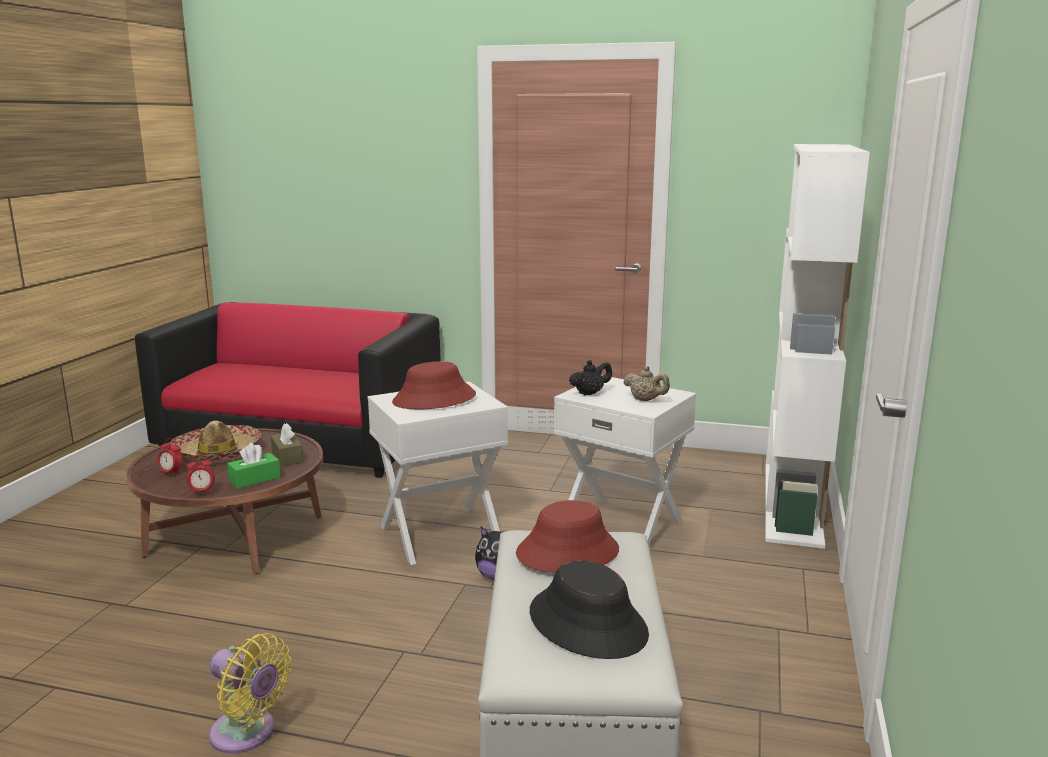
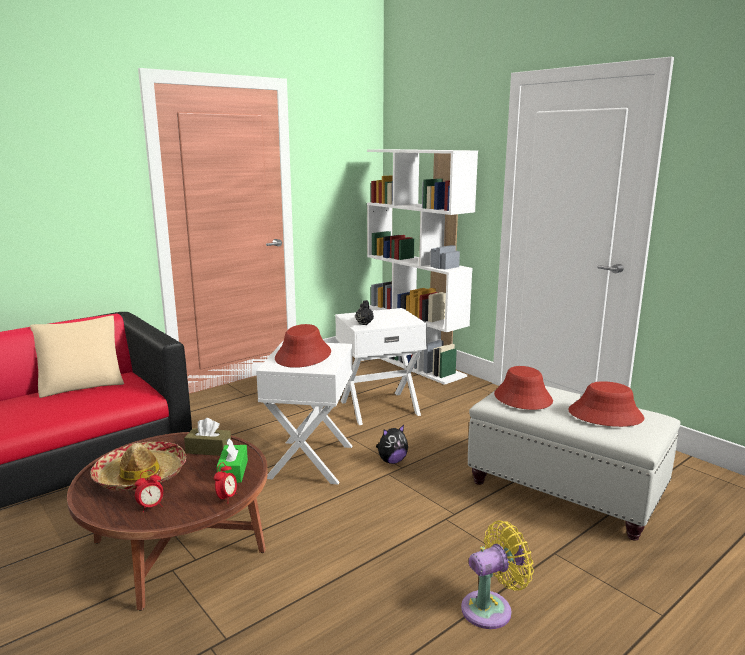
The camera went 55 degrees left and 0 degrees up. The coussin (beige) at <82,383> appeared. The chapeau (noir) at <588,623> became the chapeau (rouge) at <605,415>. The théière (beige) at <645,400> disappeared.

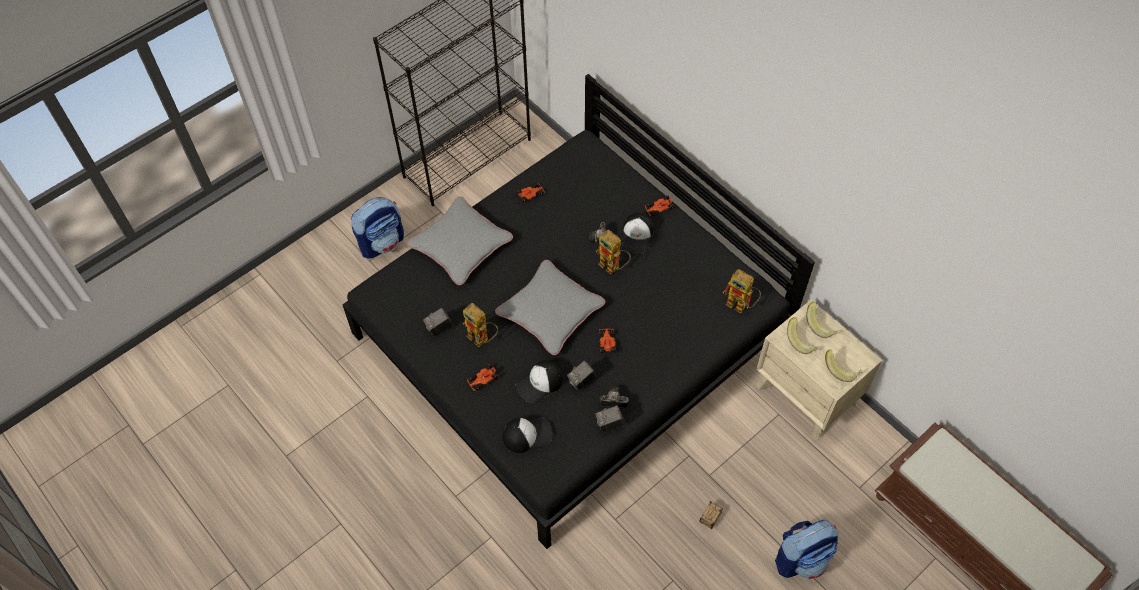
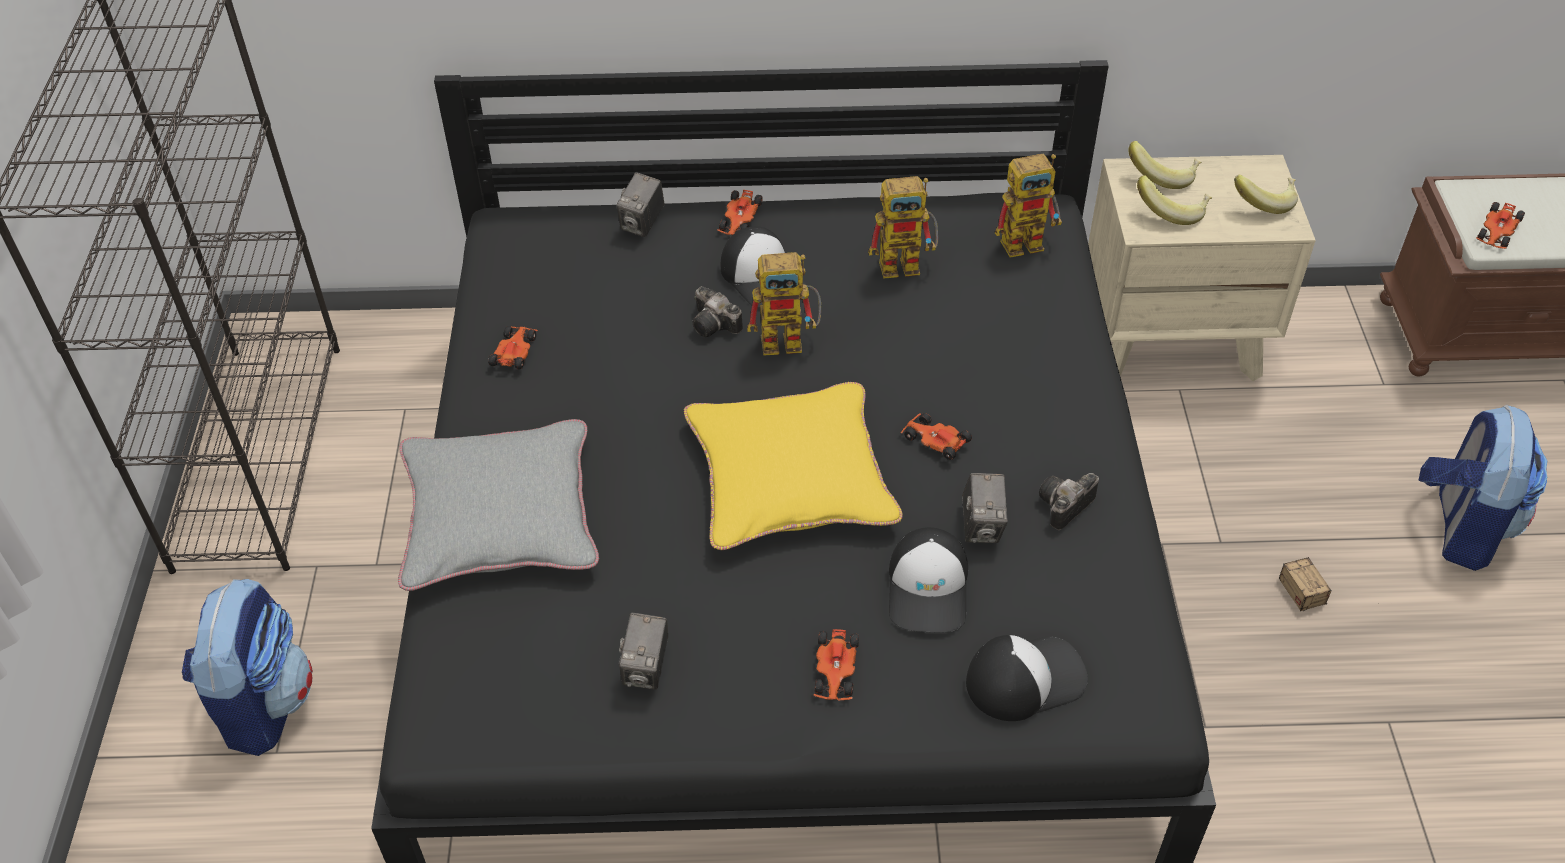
The camera went 50 degrees left and 10 degrees down. The appareil photo moved from <610,424> to <642,223>. The coussin (gris) at <550,311> became the coussin (jaune) at <790,477>. The robot jouet moved from <482,339> to <908,263>. The casquette at <527,434> turned 45 degrees clockwise. The petite voiture at <1497,232> appeared.

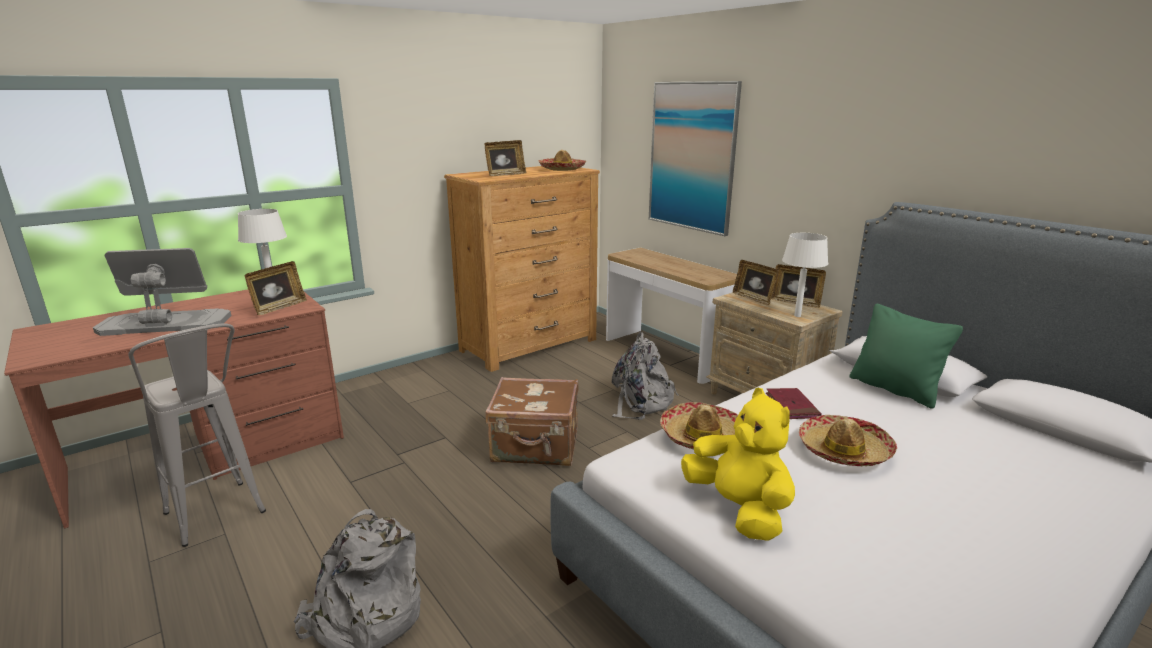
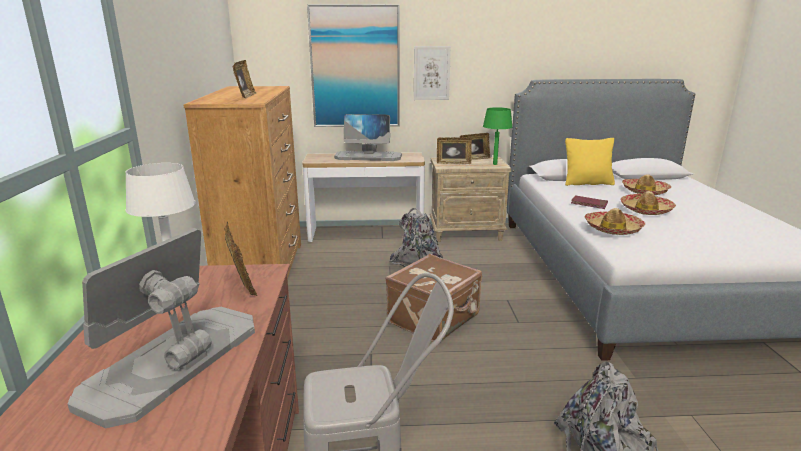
The camera went 55 degrees left and 0 degrees up. The écran d'ordinateur at <368,157> appeared. The tableau at <431,73> appeared. The lampe de table (blanc) at <797,315> became the lampe de table (vert) at <494,164>. The coussin (vert) at <895,389> became the coussin (jaune) at <587,183>. The chapeau moved from <562,169> to <645,191>. The peluche (jaune) at <738,509> disappeared.

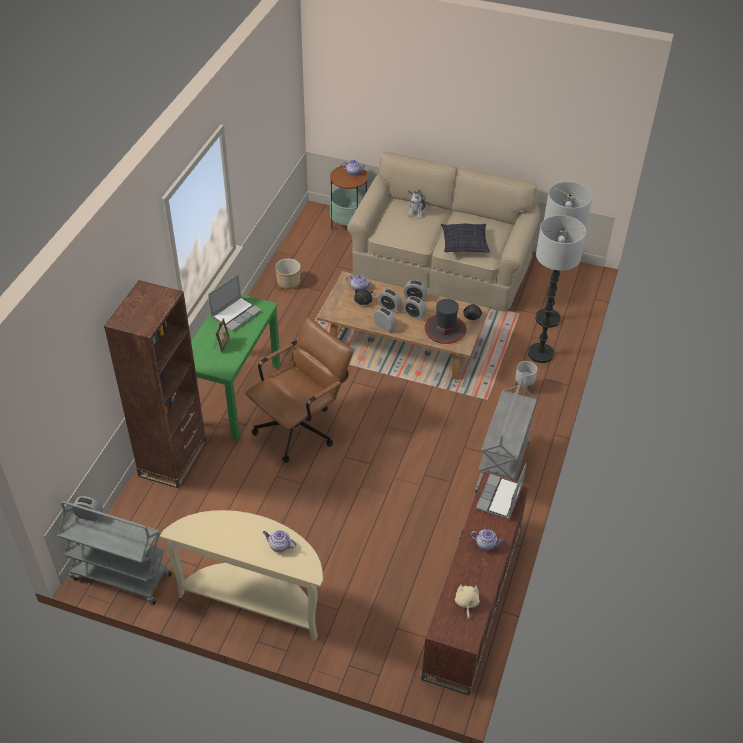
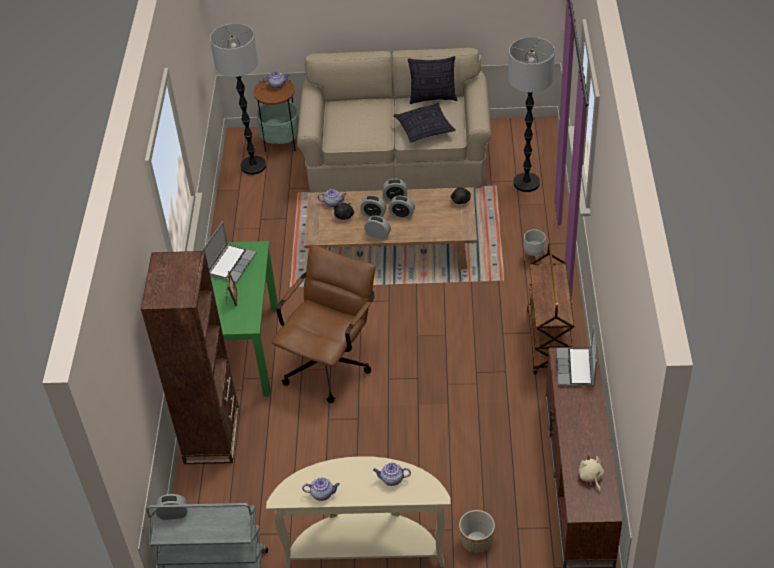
The camera went 15 degrees left and 0 degrees up. The lampadaire moved from <540,354> to <253,166>. The théière moved from <486,544> to <322,494>. The coussin at <433,98> appeared. The cache-pot moved from <288,282> to <476,541>. The chariot (gris) at <503,468> became the chariot (marron) at <549,342>. The peluche at <417,211> disappeared. The chapeau at <445,329> disappeared.

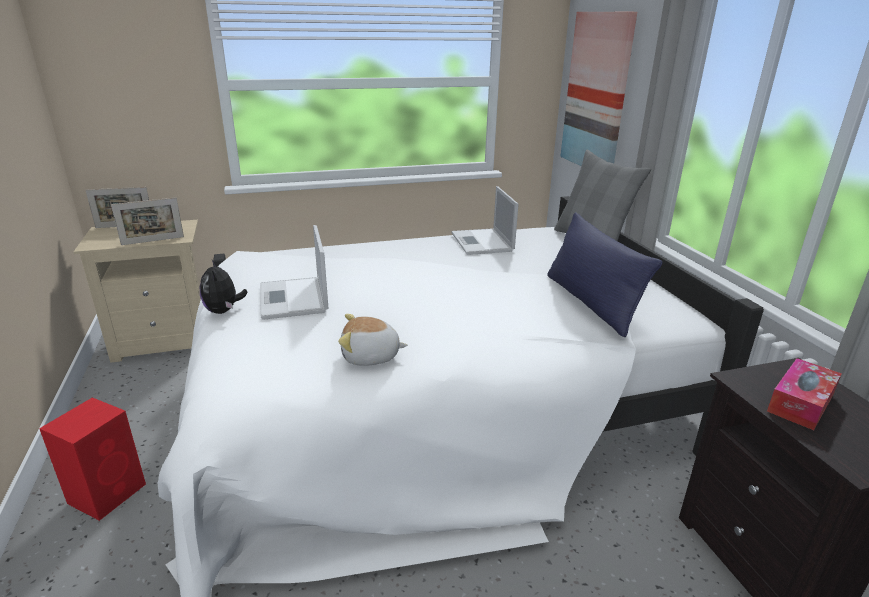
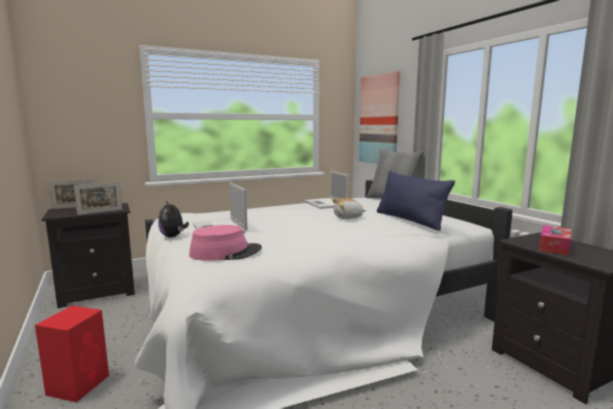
The camera went 10 degrees left and 15 degrees down. The table de chevet (beige) at <165,340> became the table de chevet (noir) at <98,292>. The chapeau (rose) at <225,252> appeared. The peluche moved from <370,357> to <348,217>.

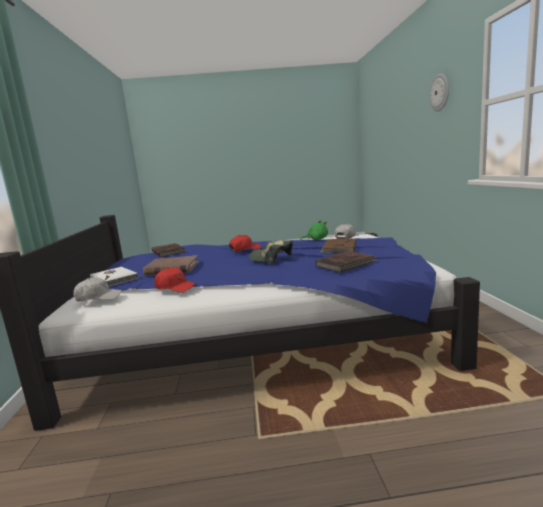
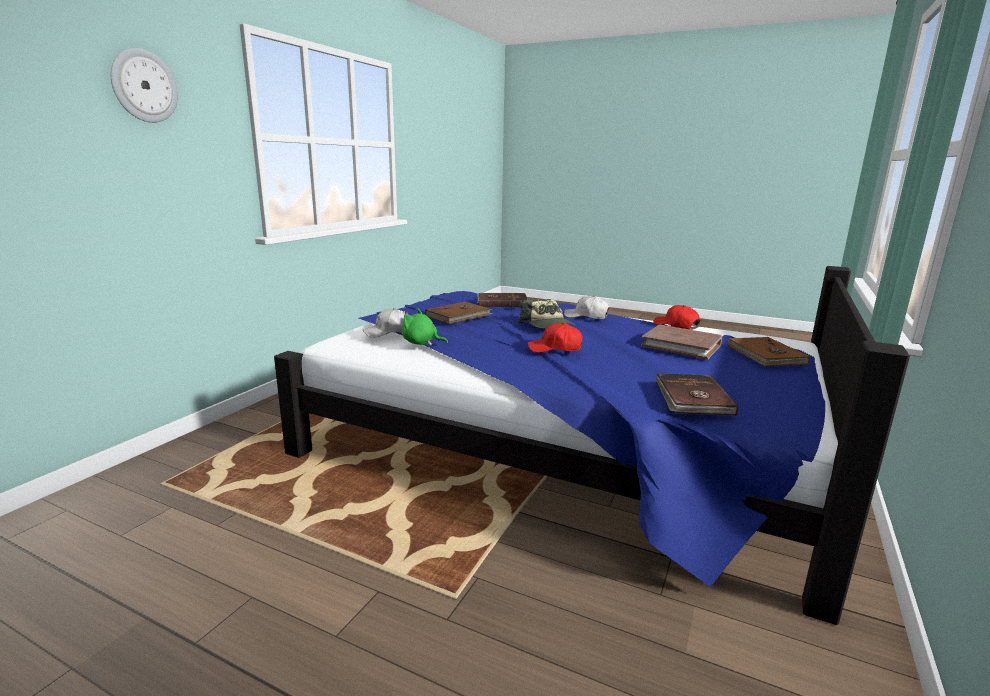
The camera went 150 degrees left and 5 degrees up. The casquette (blanc) moved from <98,297> to <586,316>. The livre (blanc) at <115,278> became the livre (marron) at <765,355>.

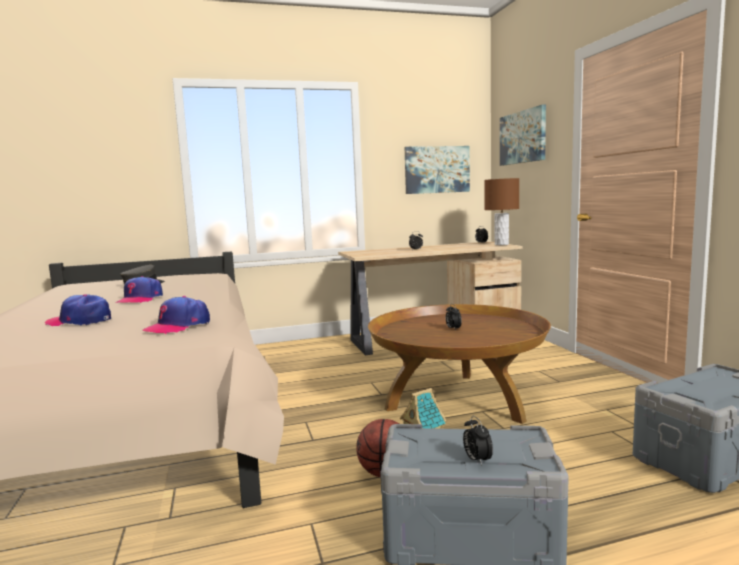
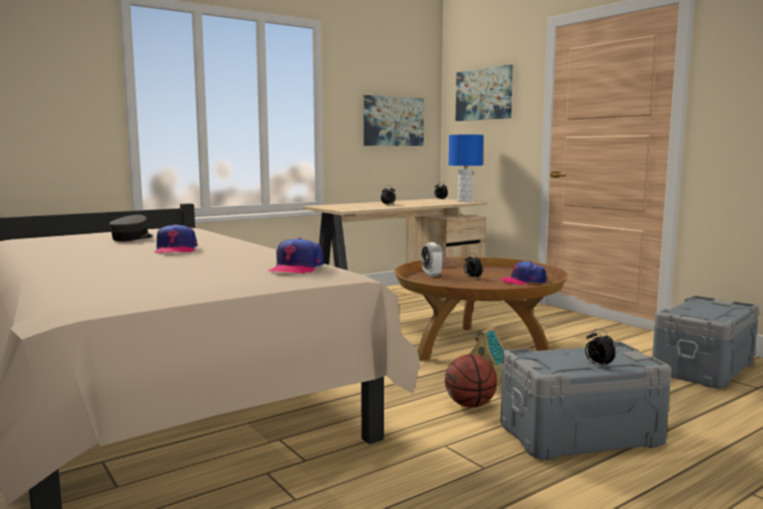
The camera went 20 degrees left and 0 degrees up. The réveil at <431,275> appeared. The lampe de table (marron) at <501,244> became the lampe de table (bleu) at <464,201>. The casquette moved from <80,321> to <523,281>.

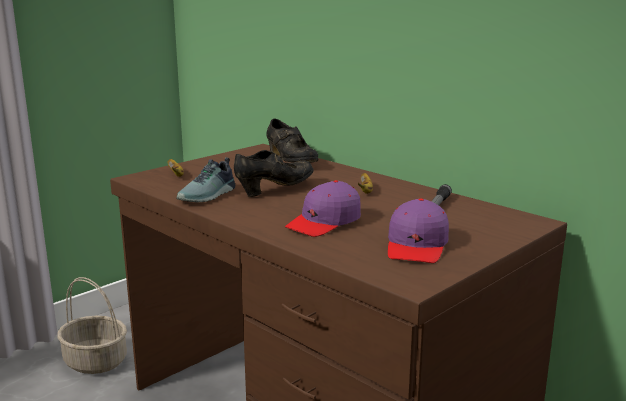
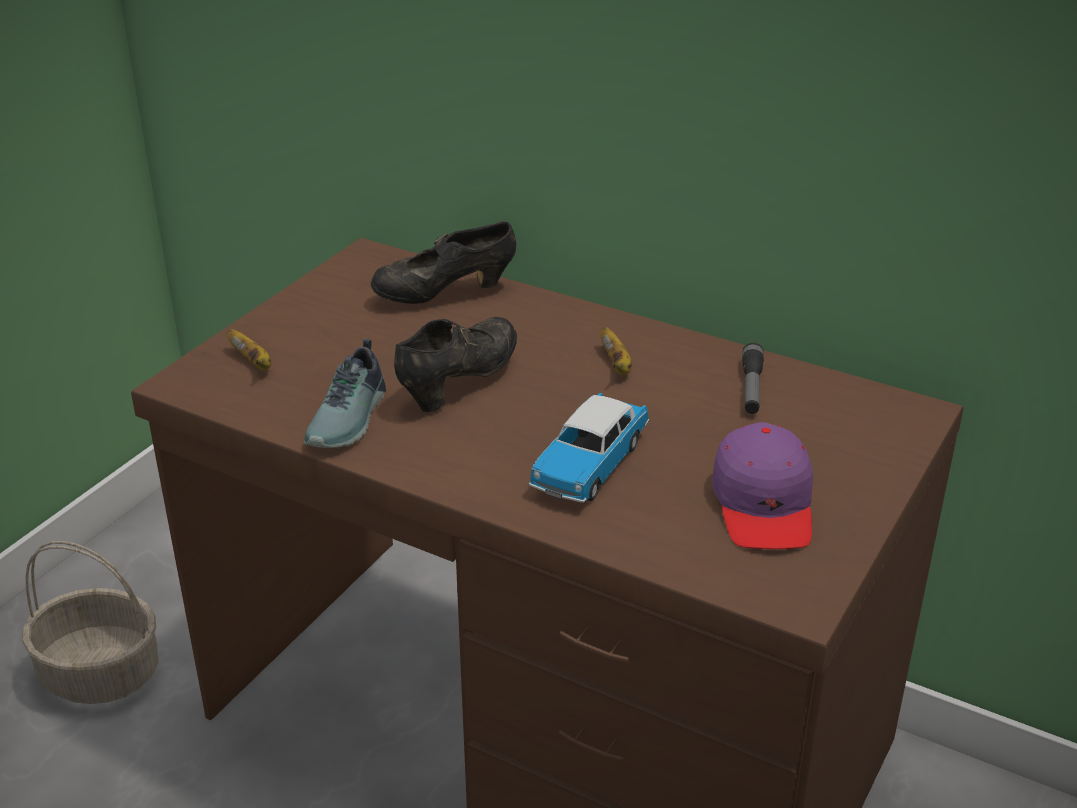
The camera went 15 degrees left and 15 degrees up. The chaussure (noir) at <291,162> turned 120 degrees clockwise. The casquette (violet) at <324,222> was replaced by the petite voiture at <589,465>.

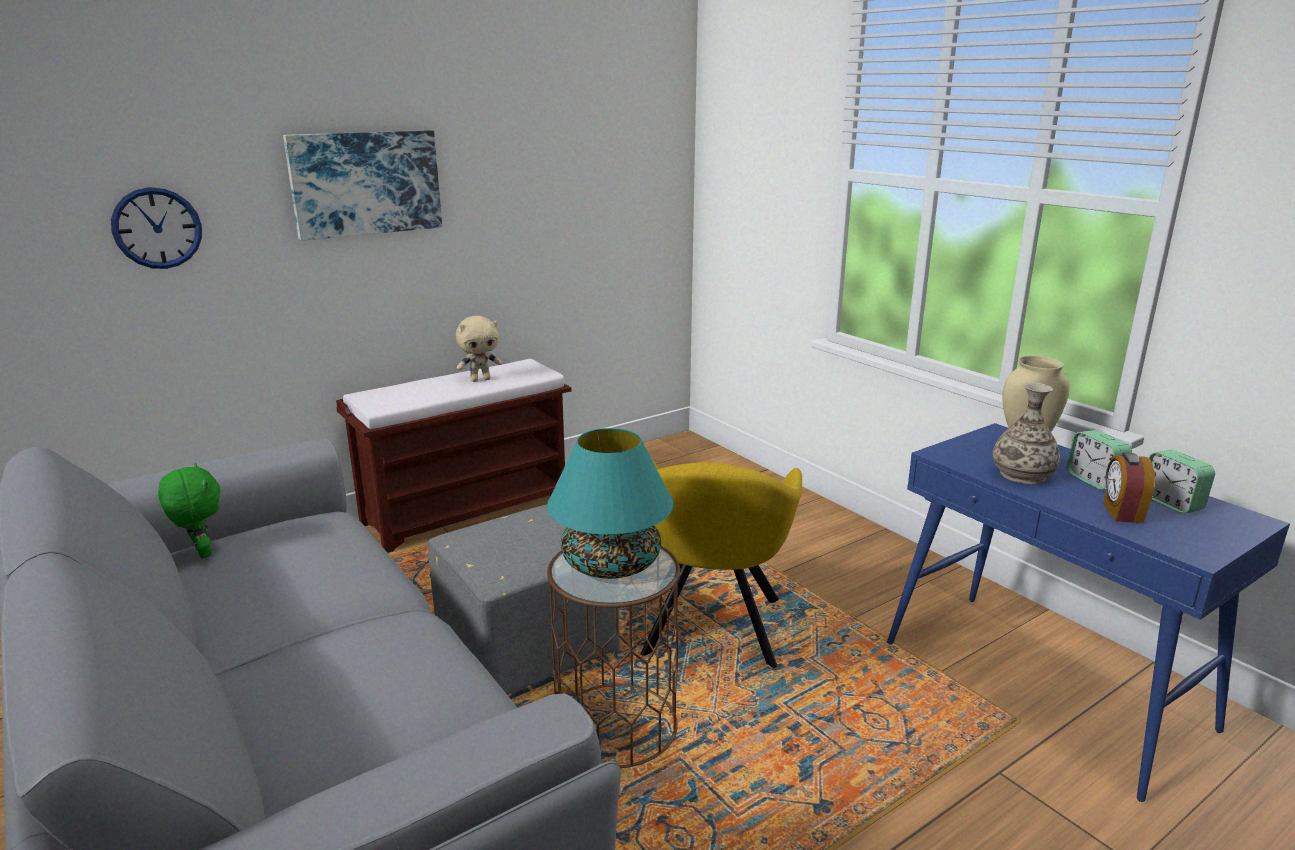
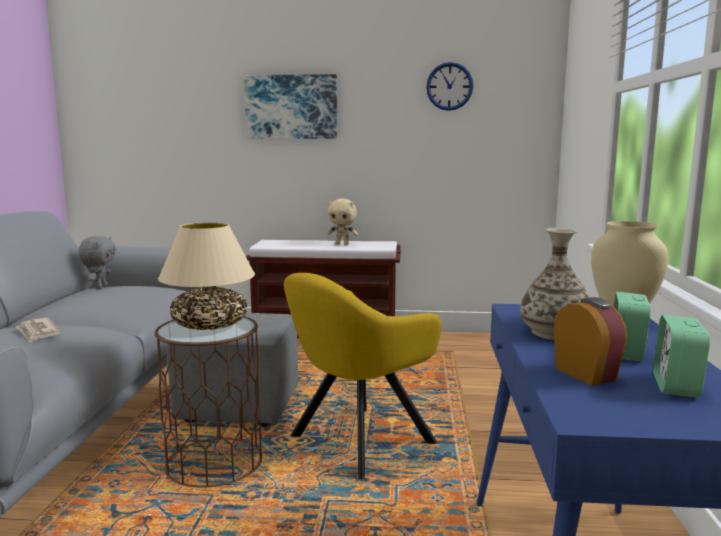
The camera went 40 degrees right and 10 degrees down. The journal at <38,332> appeared. The peluche (vert) at <201,553> became the peluche (gris) at <100,287>. The lampe de table (turquoise) at <611,564> became the lampe de table (beige) at <209,325>. The horloge murale moved from <157,228> to <449,86>. The réveil at <1121,513> turned 105 degrees clockwise.

